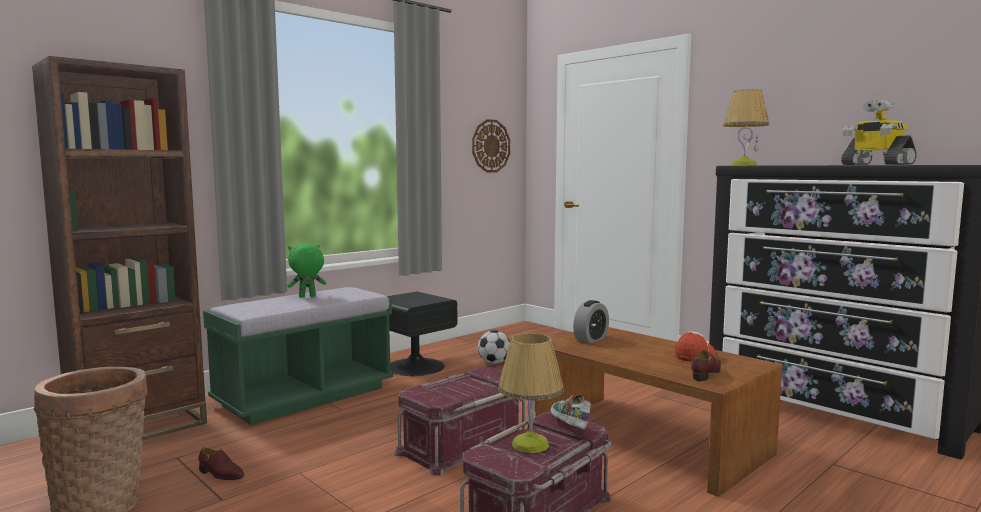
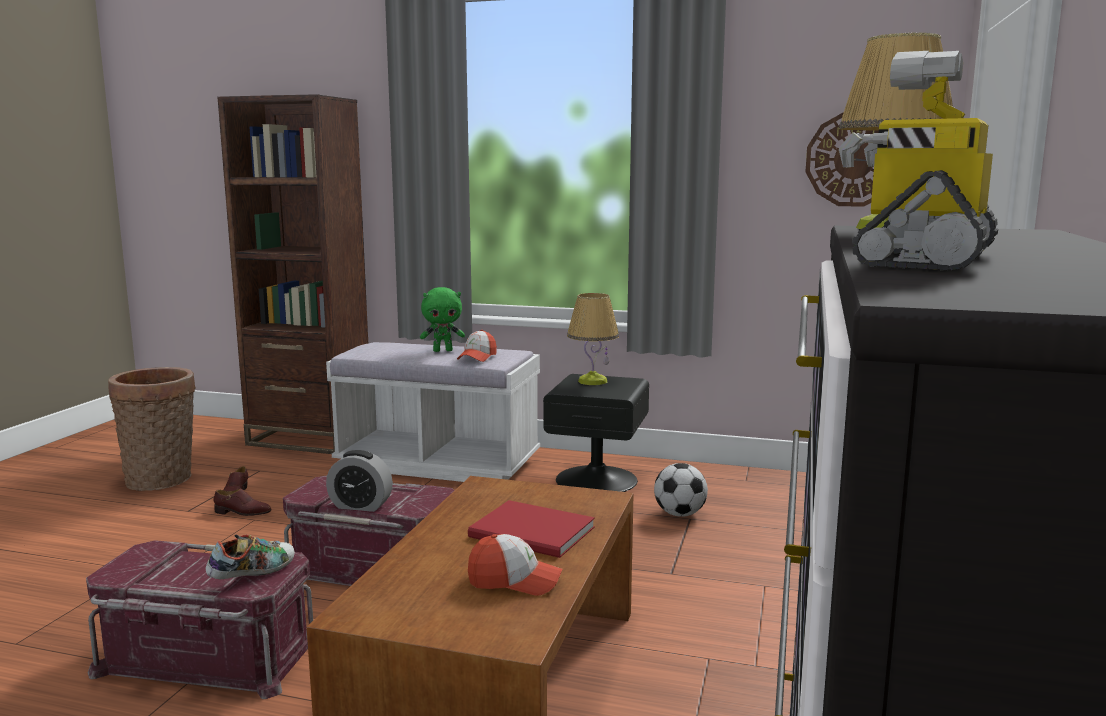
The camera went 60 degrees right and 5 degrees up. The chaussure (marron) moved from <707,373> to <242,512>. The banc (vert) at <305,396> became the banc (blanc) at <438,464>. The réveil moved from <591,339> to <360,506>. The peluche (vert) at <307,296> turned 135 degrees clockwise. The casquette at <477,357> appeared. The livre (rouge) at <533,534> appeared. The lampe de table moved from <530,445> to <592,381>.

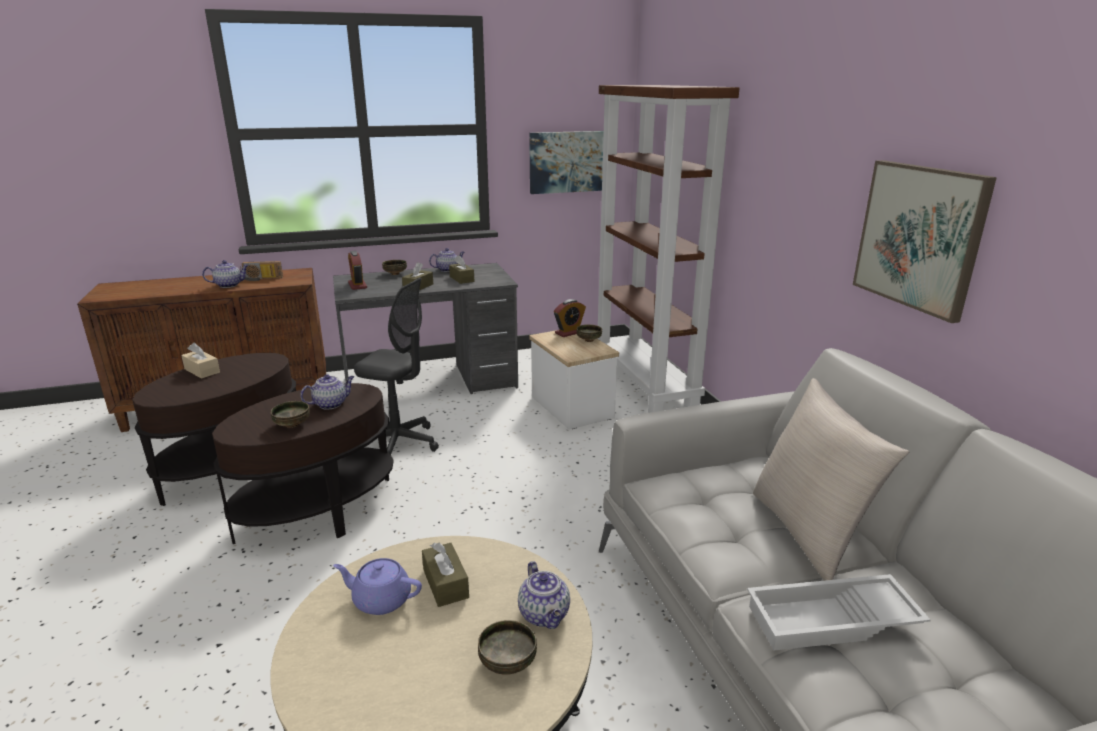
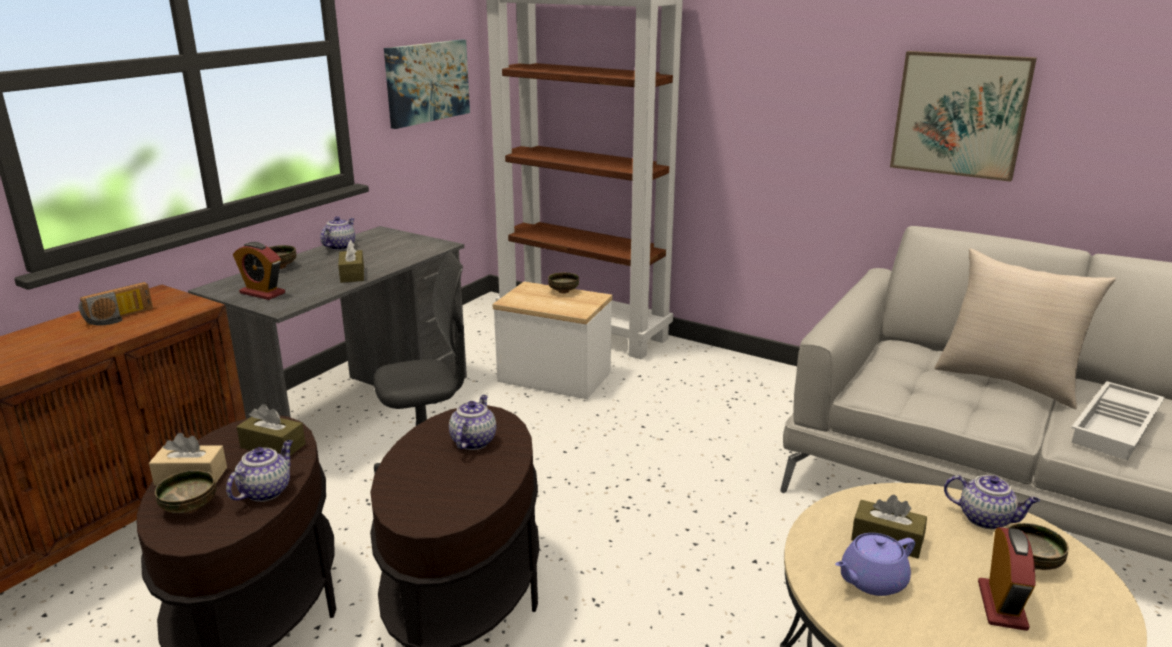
The camera went 40 degrees left and 0 degrees up. The bol moved from <293,425> to <190,507>. The théière moved from <229,285> to <266,491>. The boîte à mouchoirs (marron) moved from <462,279> to <273,446>. The réveil moved from <569,332> to <1002,605>.

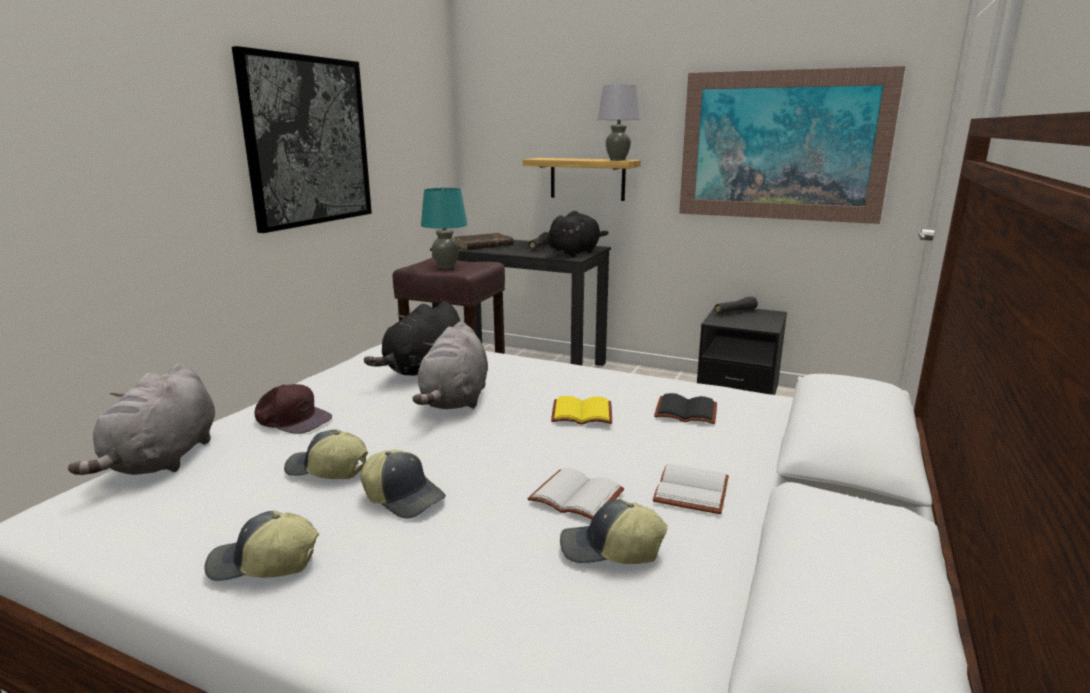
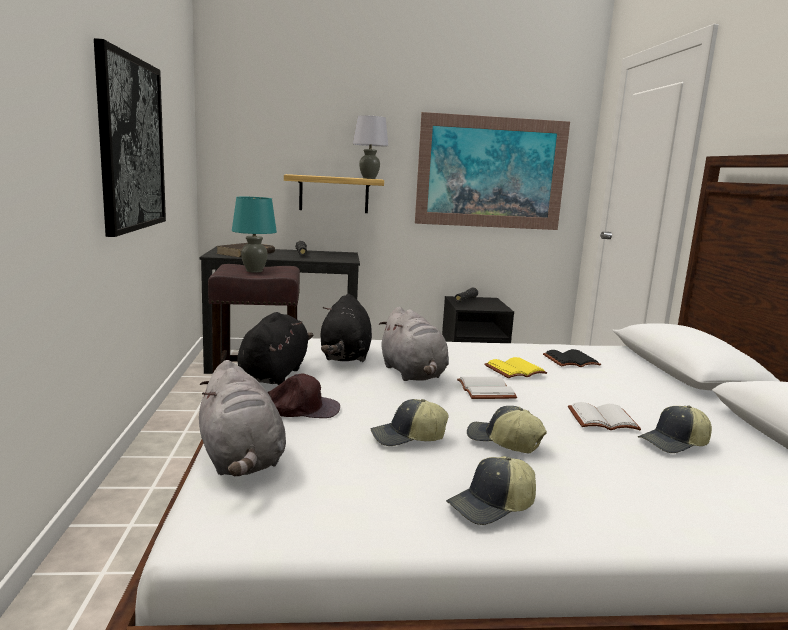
The camera went 30 degrees left and 5 degrees down. The peluche (noir) moved from <575,253> to <274,374>. The livre (blanc) moved from <694,492> to <487,390>. The casquette at <404,497> turned 150 degrees counterclockwise.

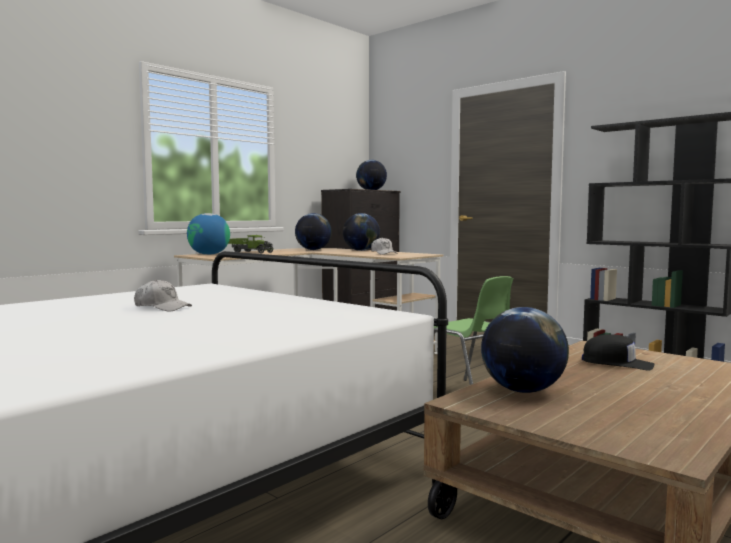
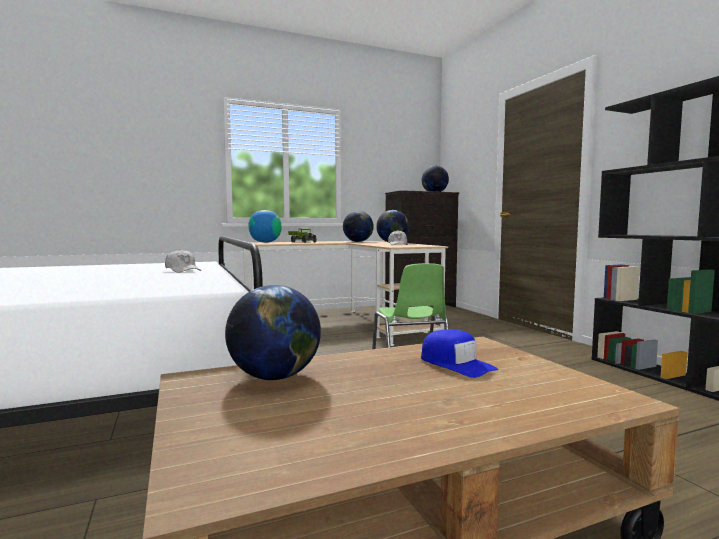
The camera went 25 degrees right and 0 degrees up. The casquette (blanc) moved from <162,307> to <182,270>. The casquette (noir) at <617,363> became the casquette (bleu) at <456,364>.

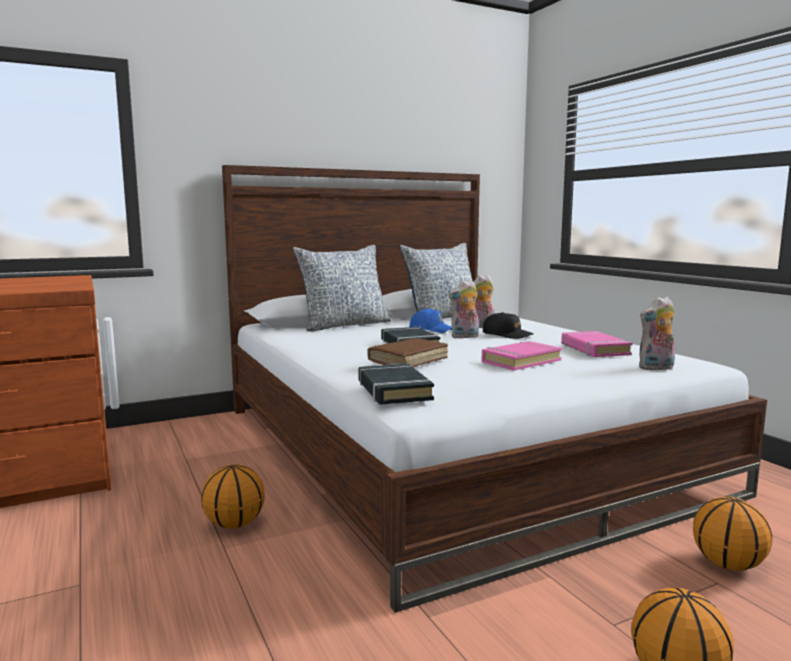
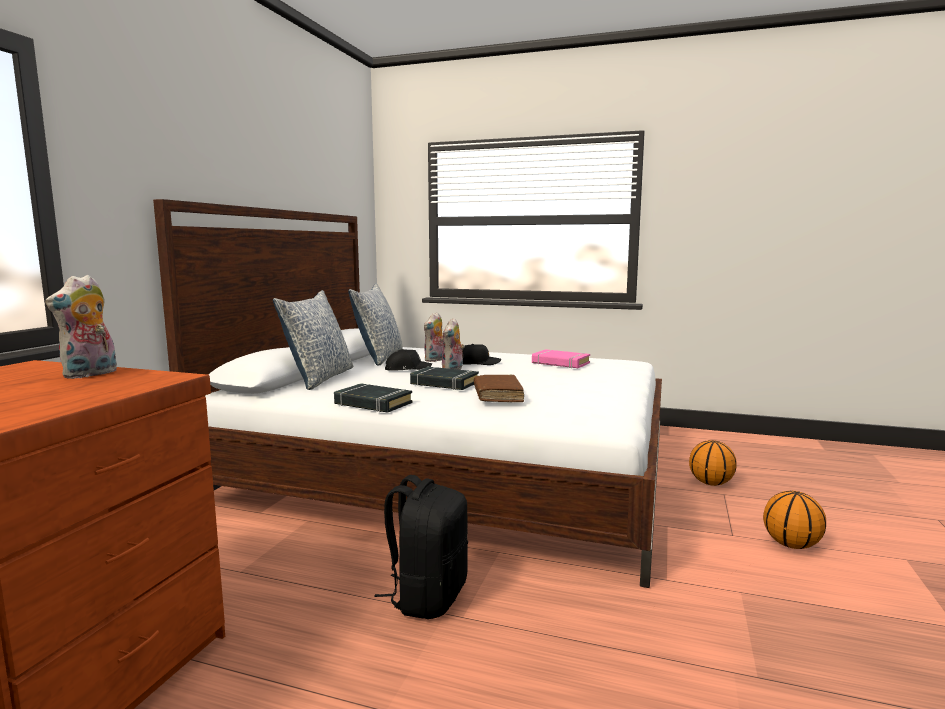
The camera went 45 degrees left and 0 degrees up. The peluche moved from <656,368> to <90,374>. The livre (noir) moved from <393,390> to <372,403>. The ballon de basket at <235,524> was replaced by the sac à dos (noir) at <427,596>. The casquette (bleu) at <431,329> became the casquette (noir) at <407,369>. The livre (rose) at <520,361> disappeared.

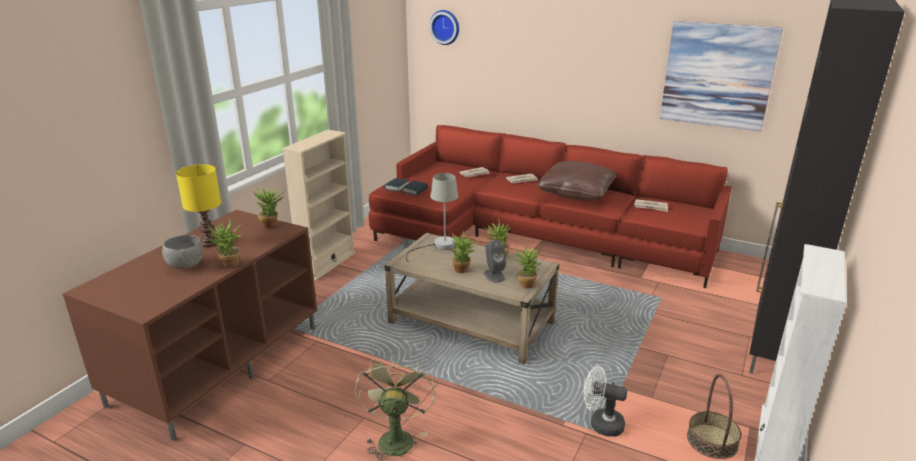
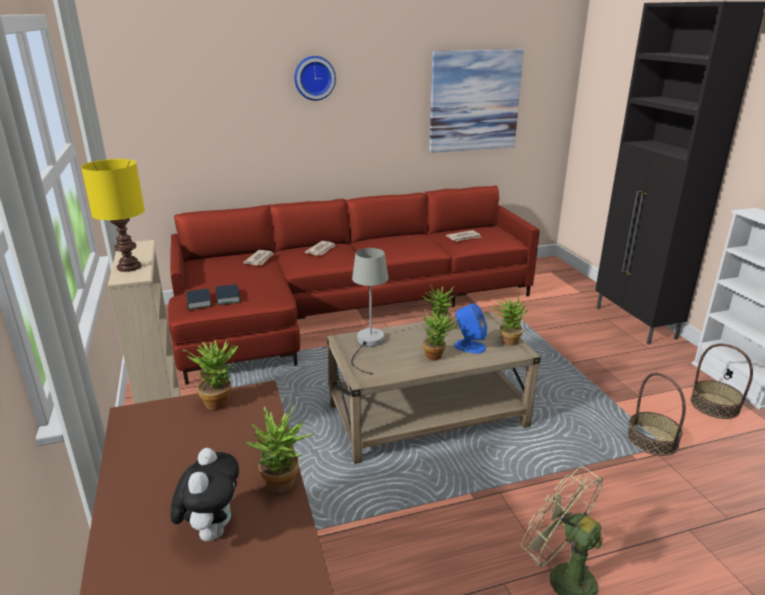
The camera went 45 degrees left and 0 degrees up. The lampe de table (jaune) moved from <210,243> to <130,267>. The bol (gris) at <186,265> was replaced by the peluche at <212,529>. The horloge murale moved from <445,27> to <314,78>. The enceinte (gris) at <494,275> became the enceinte (bleu) at <469,346>. The ventilateur (blanc) at <601,424> was replaced by the panier at <652,440>. The coussin (marron) at <576,192> disappeared.

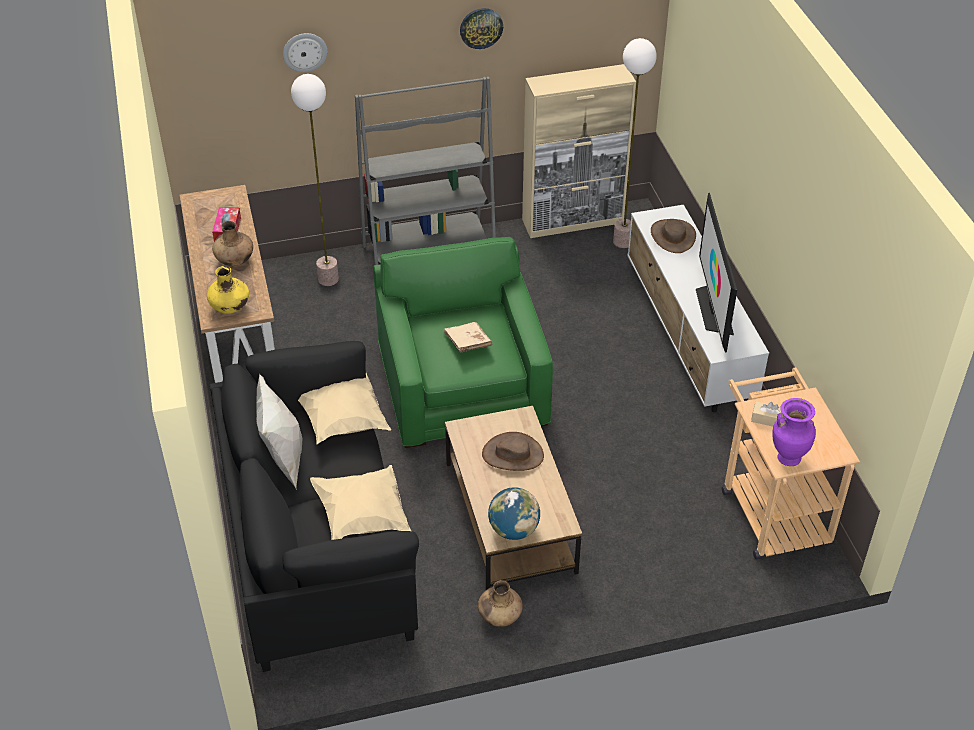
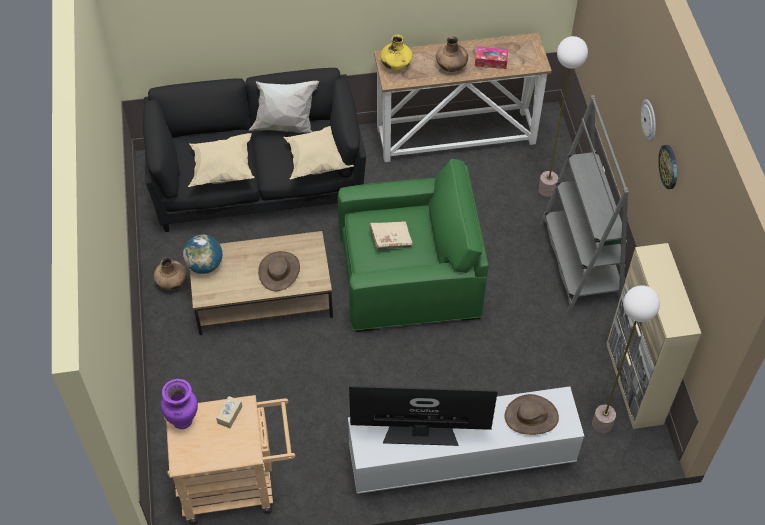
The camera went 95 degrees right and 10 degrees up. The horloge murale moved from <304,52> to <649,120>.

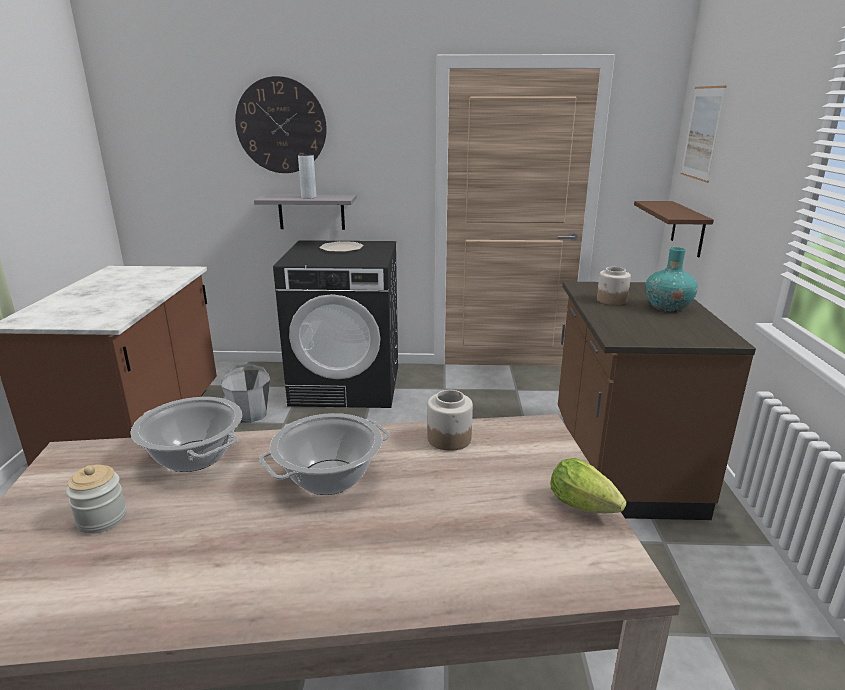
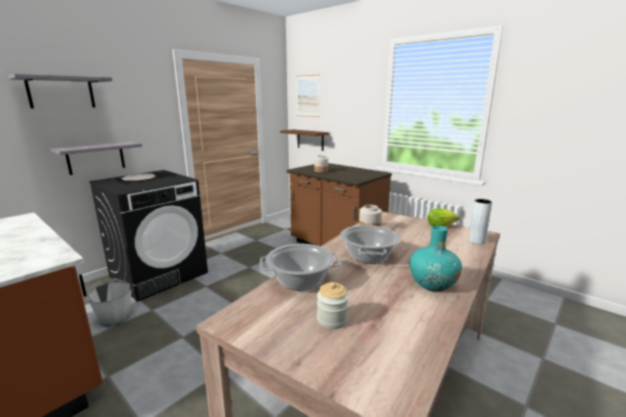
The camera went 50 degrees left and 5 degrees down. The horloge murale at <281,126> was replaced by the étagère (gris) at <61,92>. The vase (turquoise) moved from <667,307> to <432,284>. The vase (gris) moved from <308,197> to <476,241>.

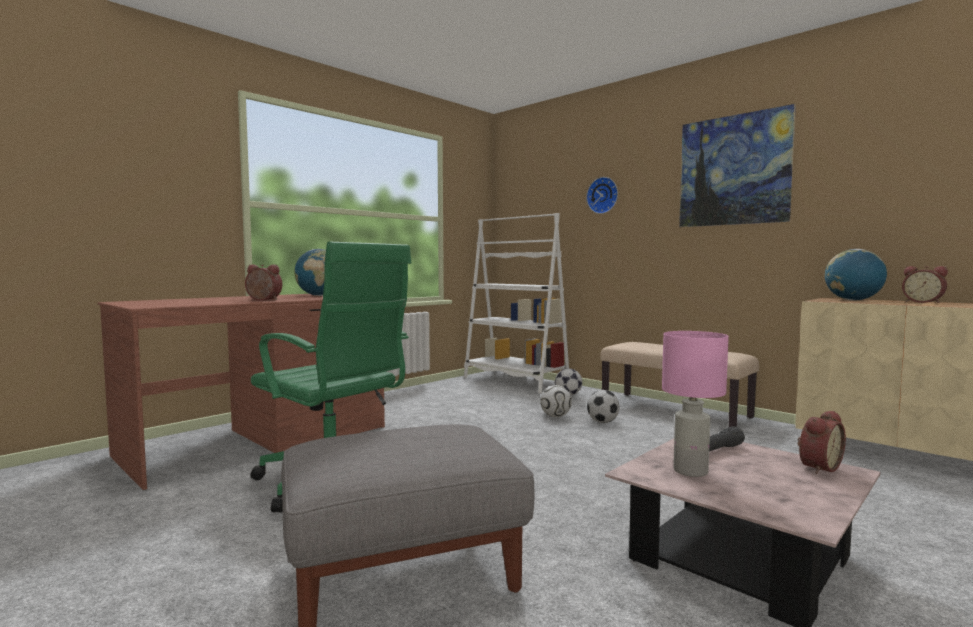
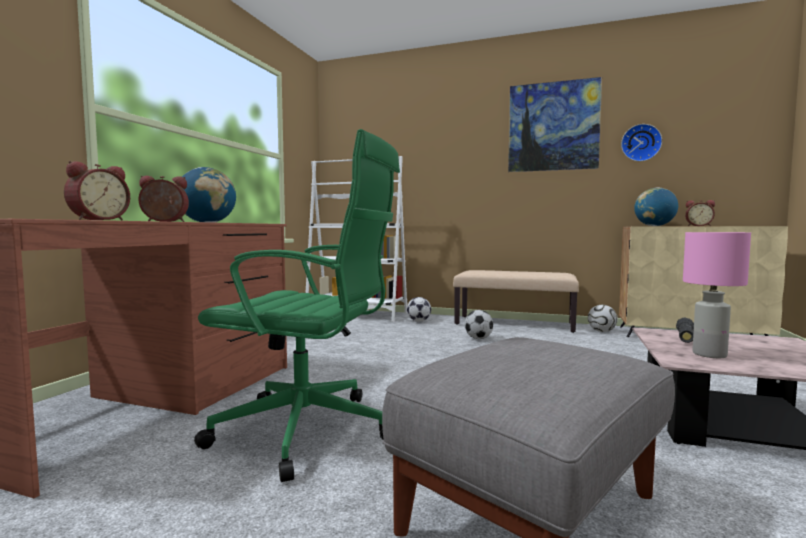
The camera went 25 degrees left and 0 degrees up. The réveil moved from <817,467> to <97,220>. The ballon de foot moved from <555,416> to <601,331>. The horloge murale moved from <603,195> to <640,143>.

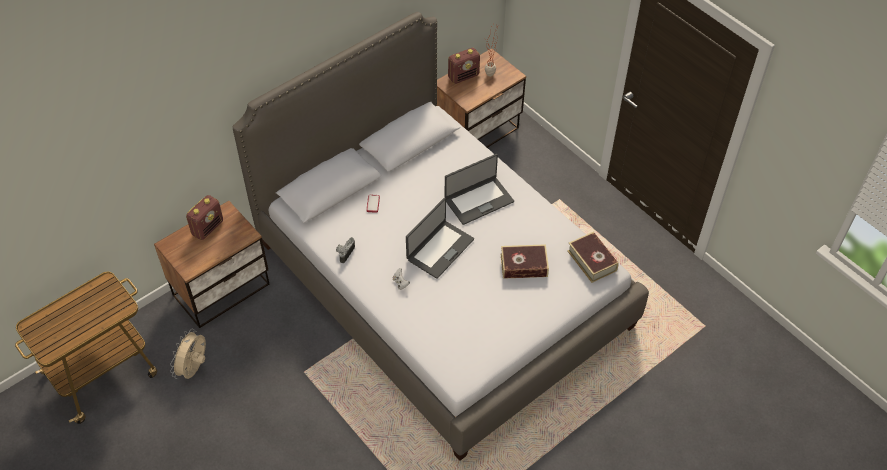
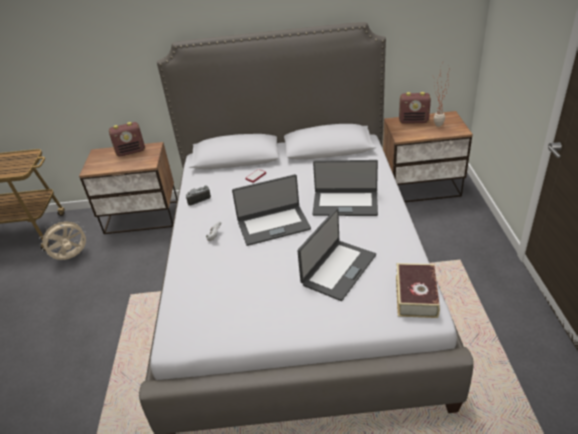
The camera went 40 degrees right and 15 degrees down. The livre at <524,265> was replaced by the ordinateur portable at <338,269>.

